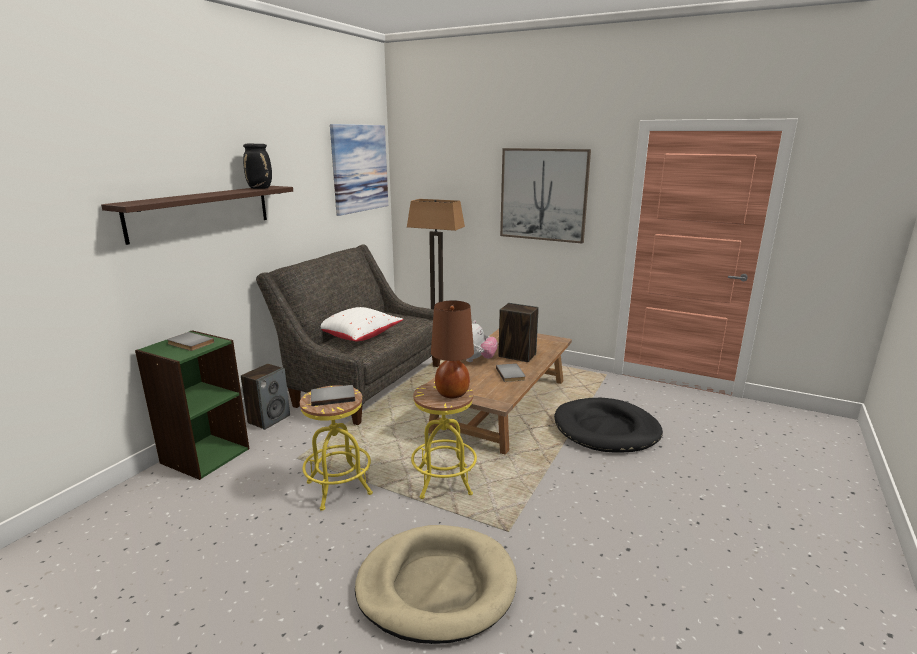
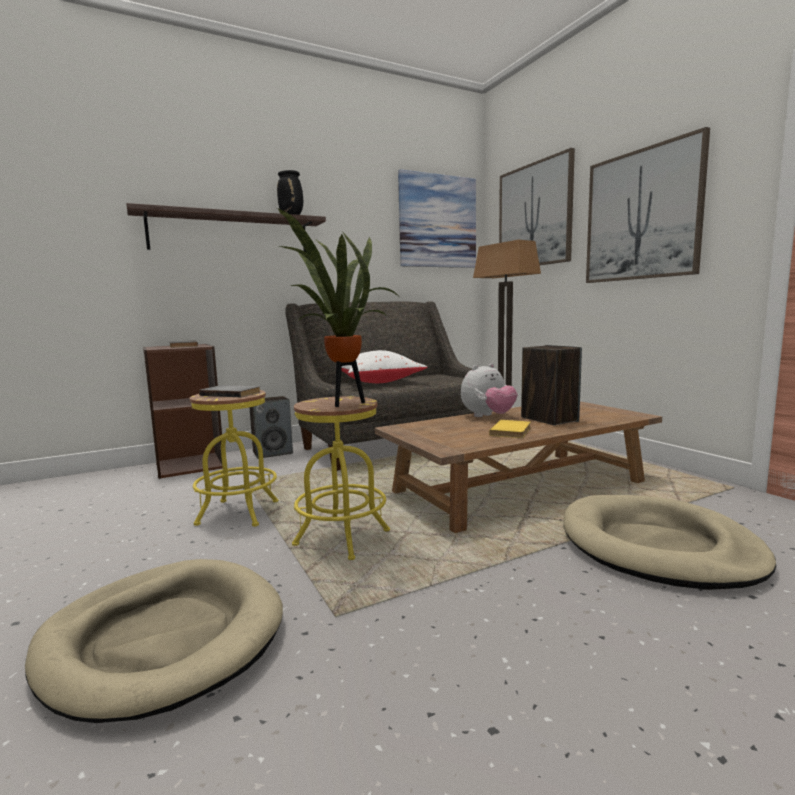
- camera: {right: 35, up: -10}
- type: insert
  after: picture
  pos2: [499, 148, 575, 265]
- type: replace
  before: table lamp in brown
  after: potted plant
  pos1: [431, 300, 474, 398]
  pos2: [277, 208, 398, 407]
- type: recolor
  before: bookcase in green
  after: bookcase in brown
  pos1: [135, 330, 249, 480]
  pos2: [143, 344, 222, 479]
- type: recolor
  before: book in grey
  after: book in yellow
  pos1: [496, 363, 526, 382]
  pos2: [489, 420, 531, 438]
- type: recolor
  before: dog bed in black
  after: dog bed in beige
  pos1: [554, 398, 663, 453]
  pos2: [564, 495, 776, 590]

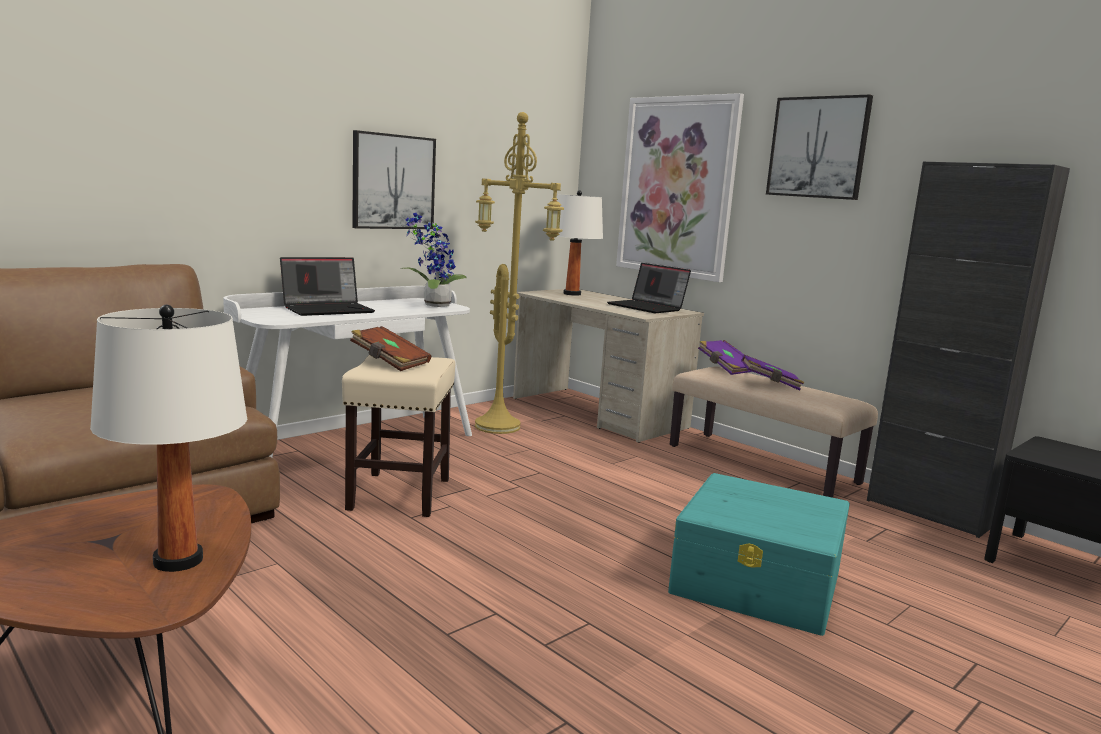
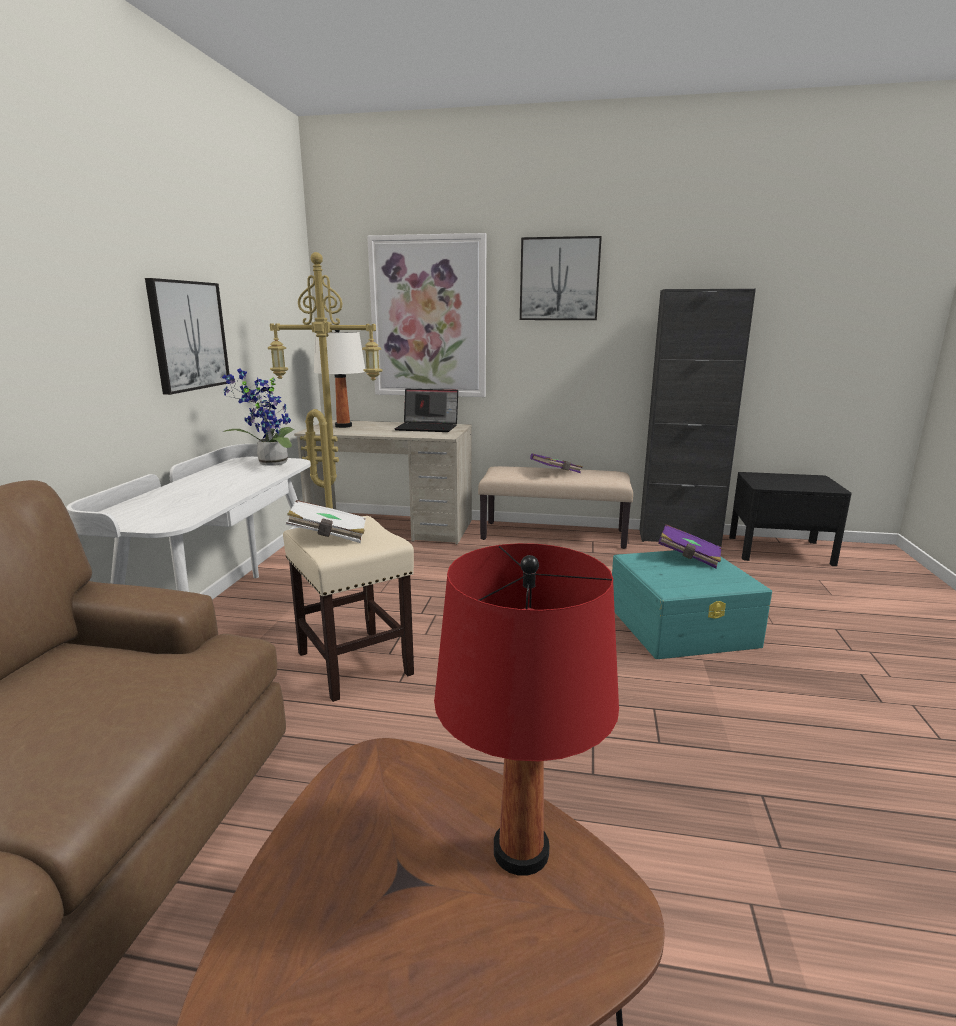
- camera: {right: -35, up: 5}
- type: delete
  before: laptop
  pos1: [280, 257, 375, 316]
- type: move
  before: book in purple
  pos1: [698, 340, 752, 375]
  pos2: [658, 524, 721, 568]
- type: recolor
  before: table lamp in white
  after: table lamp in red
  pos1: [90, 305, 247, 572]
  pos2: [434, 543, 619, 876]
- type: recolor
  before: book in brown
  after: book in white
  pos1: [350, 326, 431, 371]
  pos2: [286, 500, 366, 543]

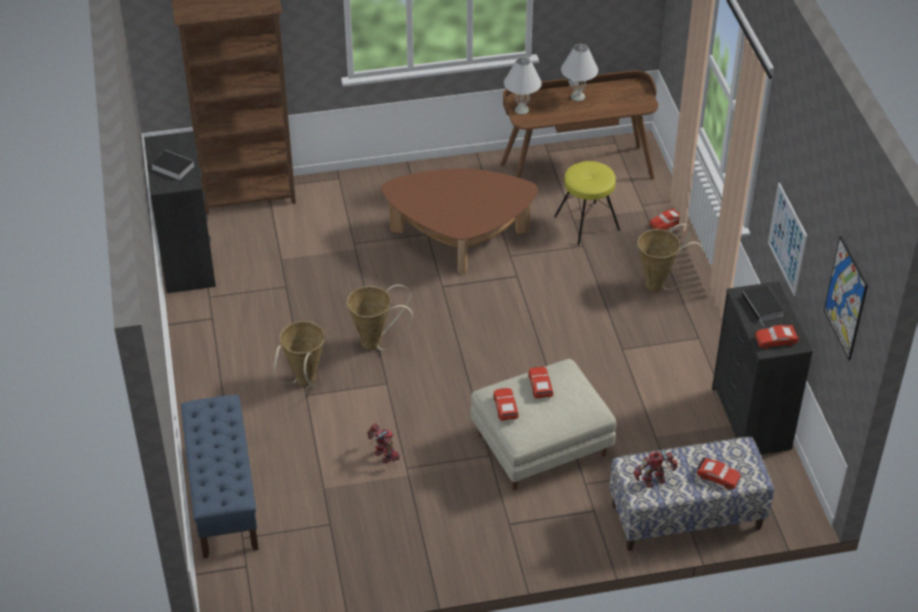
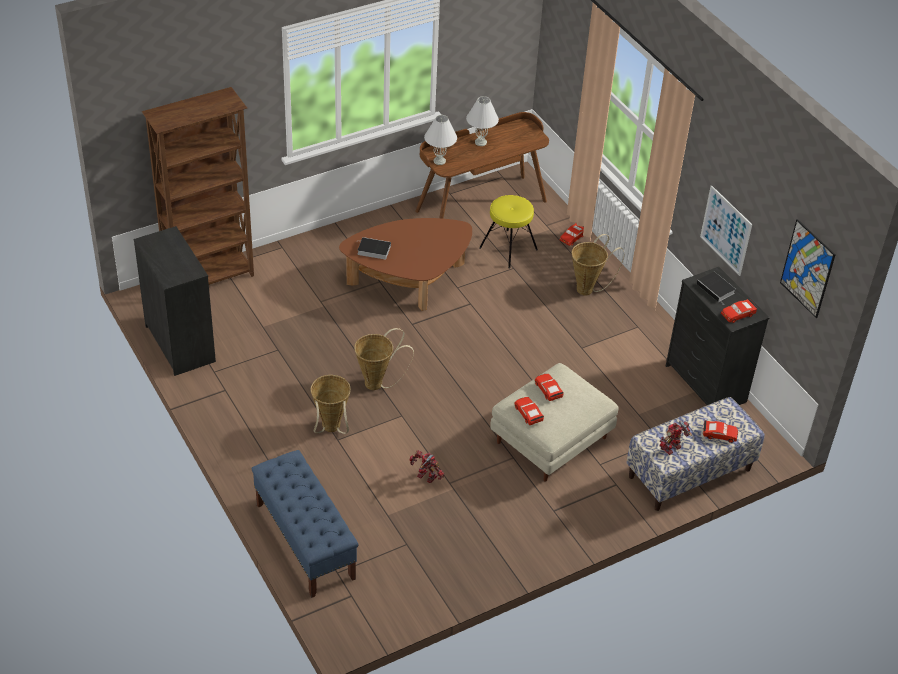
- camera: {right: -20, up: 0}
- type: move
  before: book
  pos1: [151, 150, 195, 180]
  pos2: [356, 237, 391, 260]

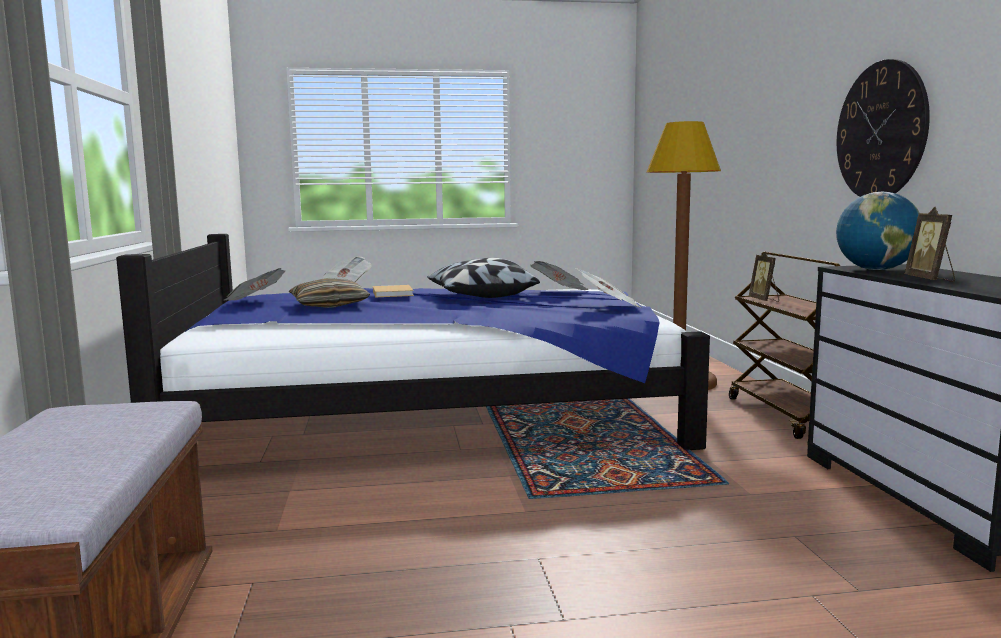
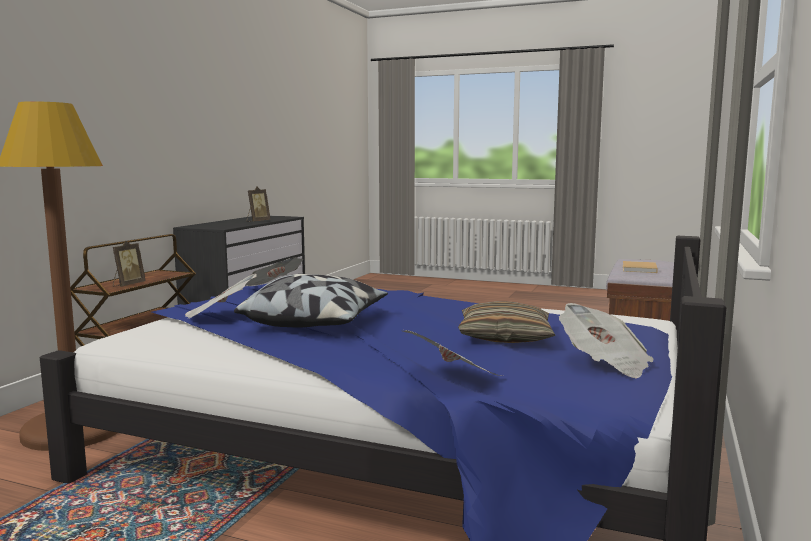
- camera: {right: -150, up: 0}
- type: delete
  before: globe
  pos1: [836, 192, 920, 270]
- type: delete
  before: wall clock
  pos1: [837, 59, 930, 197]
- type: move
  before: book in beige
  pos1: [373, 285, 414, 297]
  pos2: [623, 261, 658, 273]

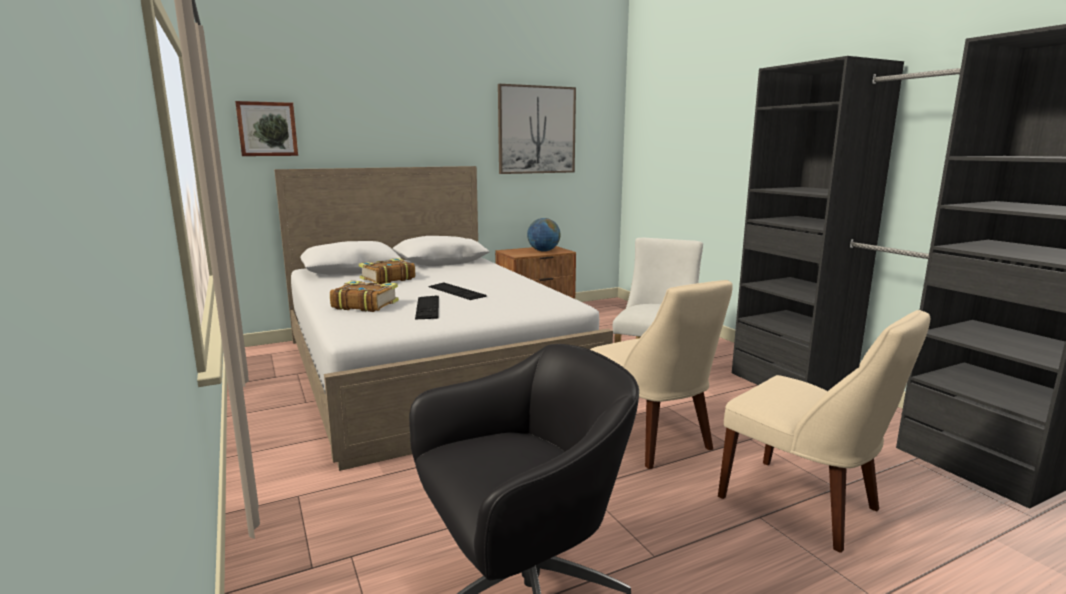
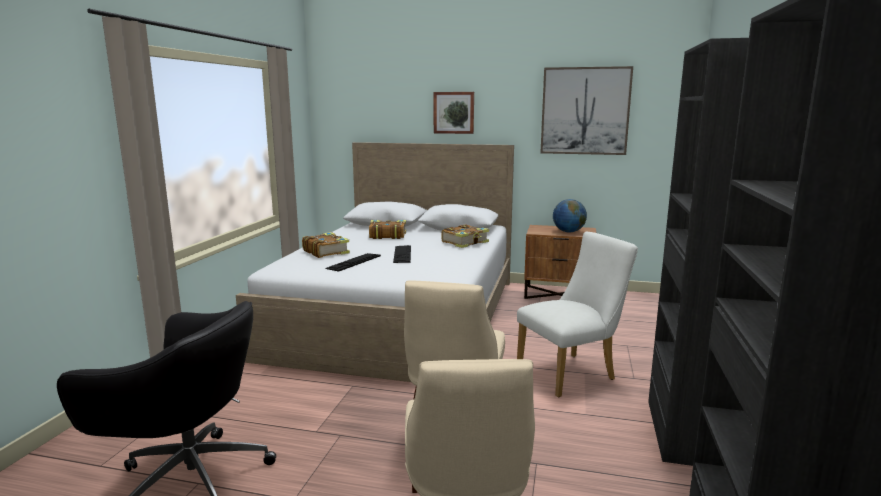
- camera: {right: 40, up: 0}
- type: insert
  after: book
  pos2: [441, 224, 489, 248]
- type: move
  before: picture
  pos1: [235, 101, 298, 156]
  pos2: [434, 92, 474, 134]

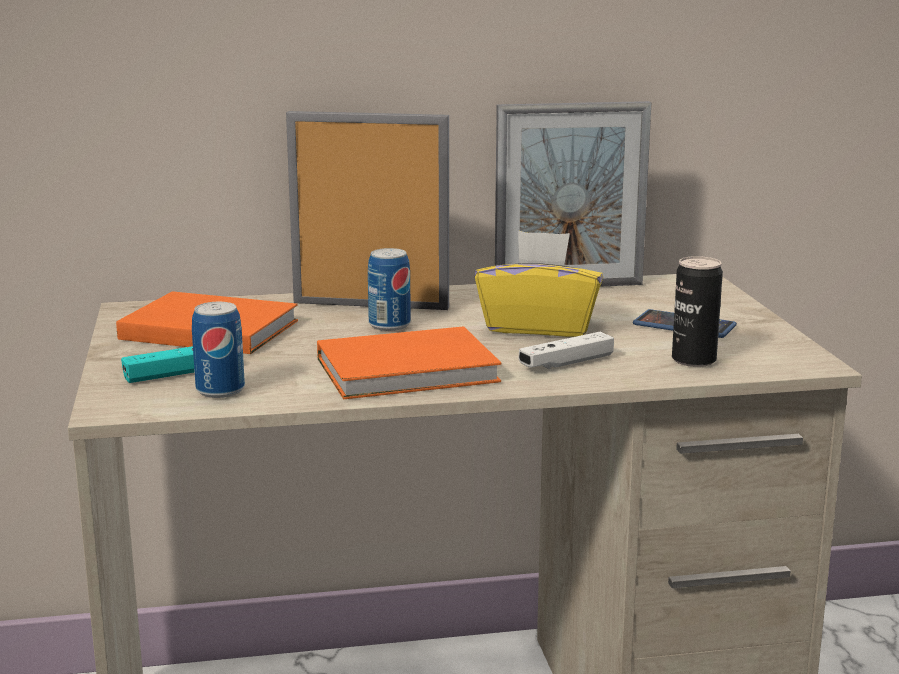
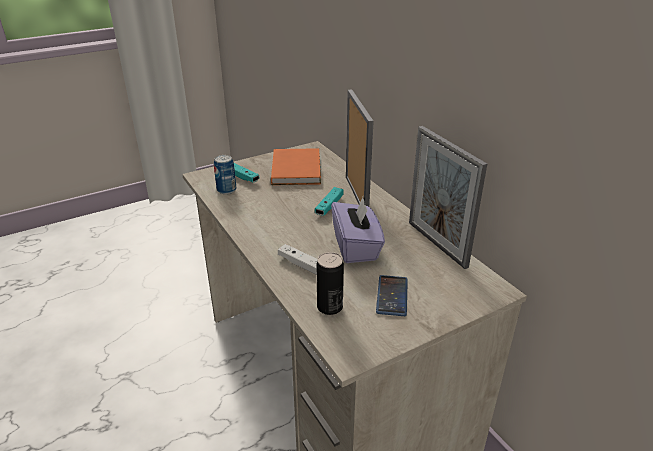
- camera: {right: 70, up: 15}
- type: delete
  before: book in orange
  pos1: [317, 326, 501, 399]
- type: replace
  before: can
  after: game controller in turquoise
  pos1: [368, 248, 411, 331]
  pos2: [315, 187, 344, 216]
- type: recolor
  before: tissue box in yellow
  after: tissue box in purple
  pos1: [475, 231, 603, 337]
  pos2: [331, 197, 385, 263]

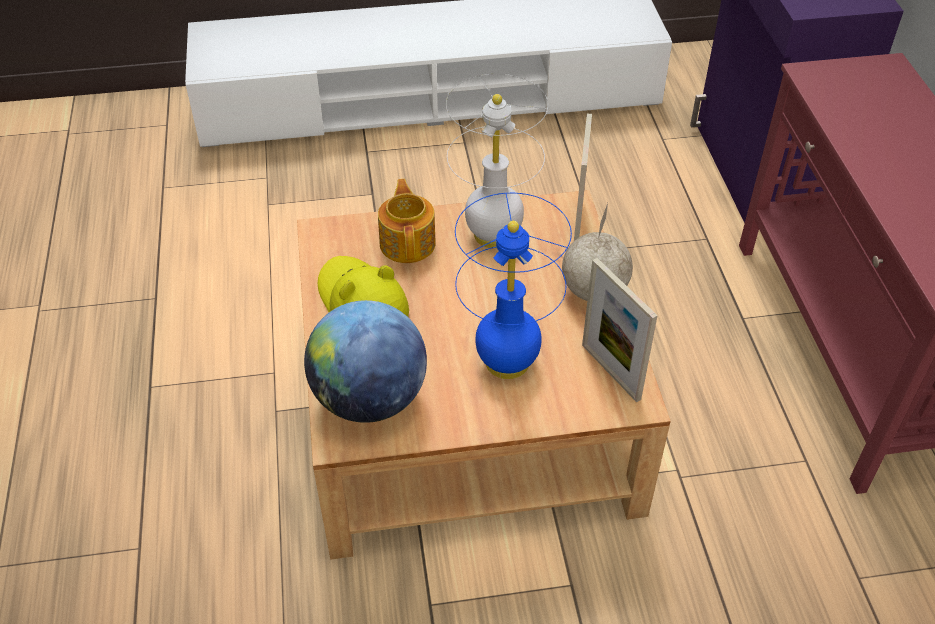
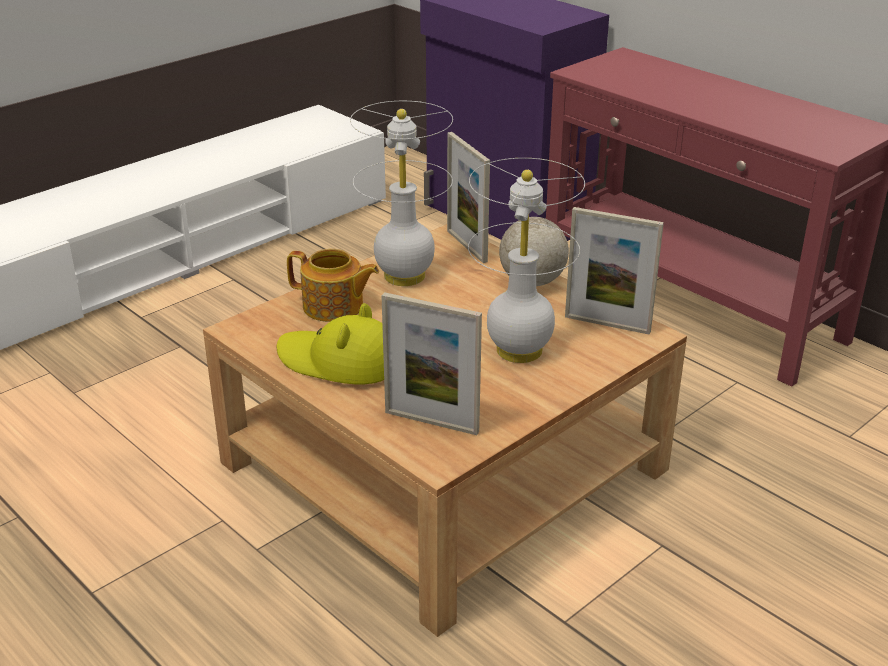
- camera: {right: -35, up: -15}
- type: replace
  before: globe
  after: picture frame
  pos1: [304, 300, 427, 423]
  pos2: [381, 292, 482, 435]
- type: recolor
  before: table lamp in blue
  after: table lamp in white
  pos1: [455, 193, 572, 379]
  pos2: [468, 158, 585, 363]
- type: rotate
  before: teapot
  pos1: [378, 179, 436, 263]
  pos2: [287, 249, 379, 322]
  turn: 150

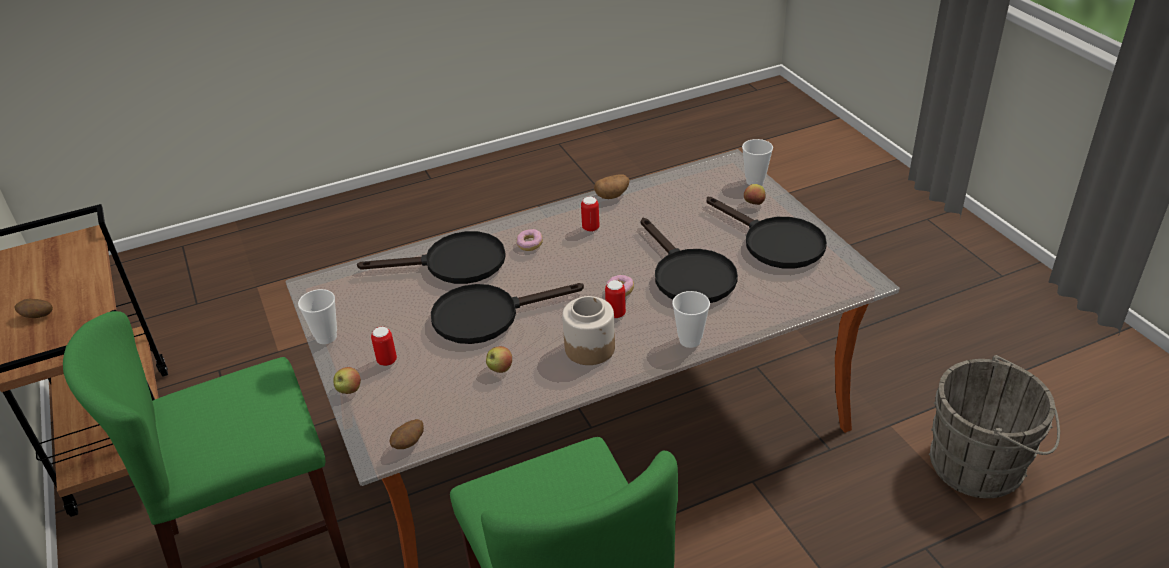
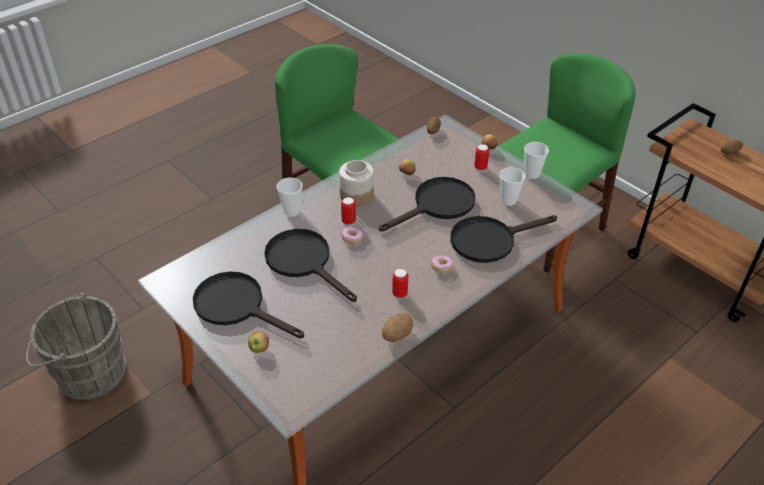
- camera: {right: 160, up: 5}
- type: move
  before: cup
  pos1: [742, 139, 773, 185]
  pos2: [500, 167, 525, 206]

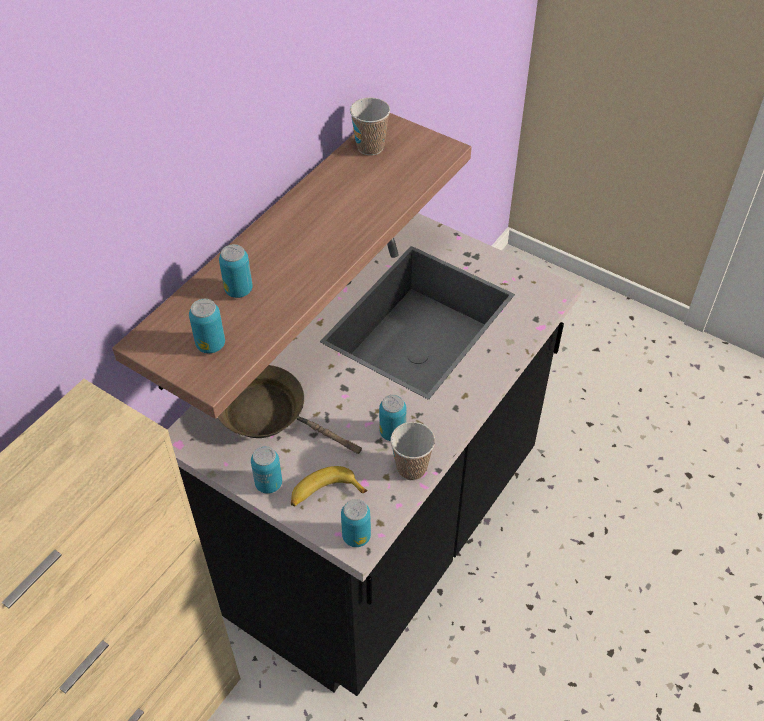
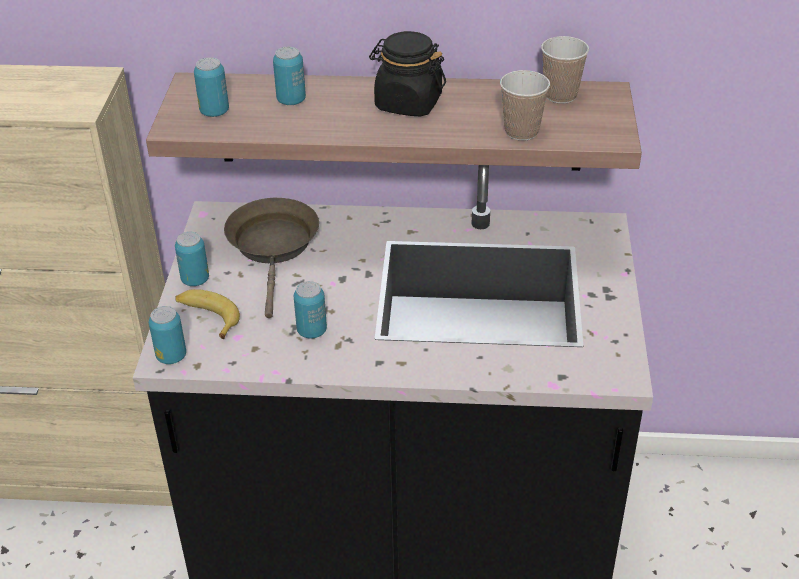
- camera: {right: 60, up: -10}
- type: insert
  after: jar in black
  pos2: [369, 31, 446, 117]
- type: move
  before: cup
  pos1: [390, 422, 435, 480]
  pos2: [500, 70, 550, 141]

